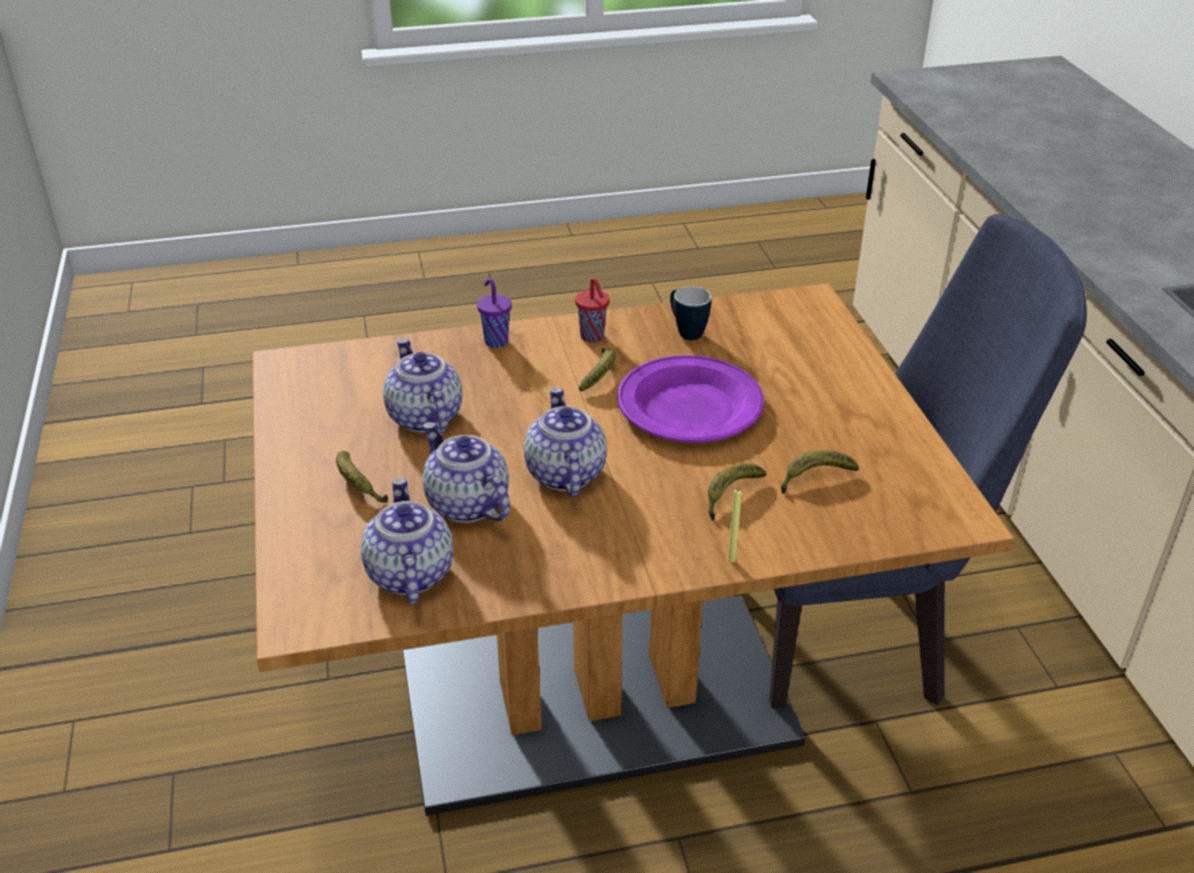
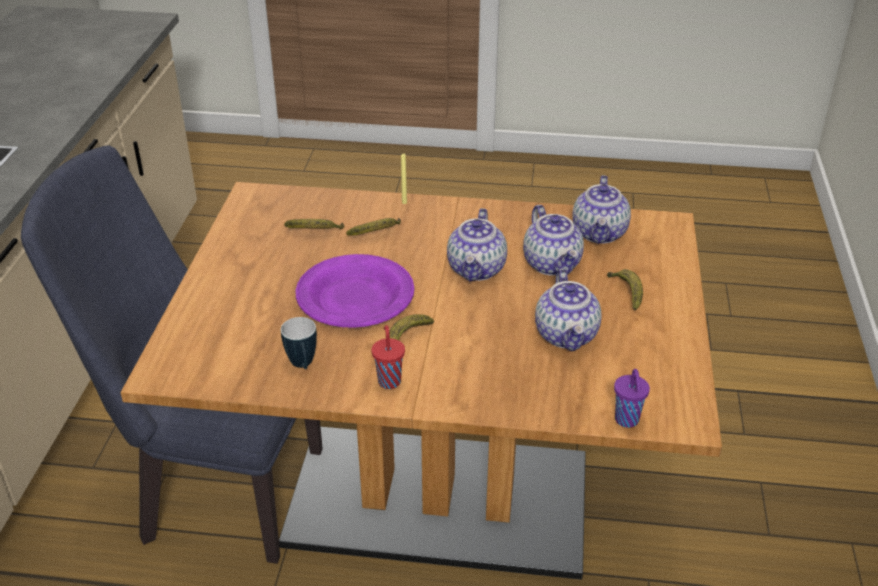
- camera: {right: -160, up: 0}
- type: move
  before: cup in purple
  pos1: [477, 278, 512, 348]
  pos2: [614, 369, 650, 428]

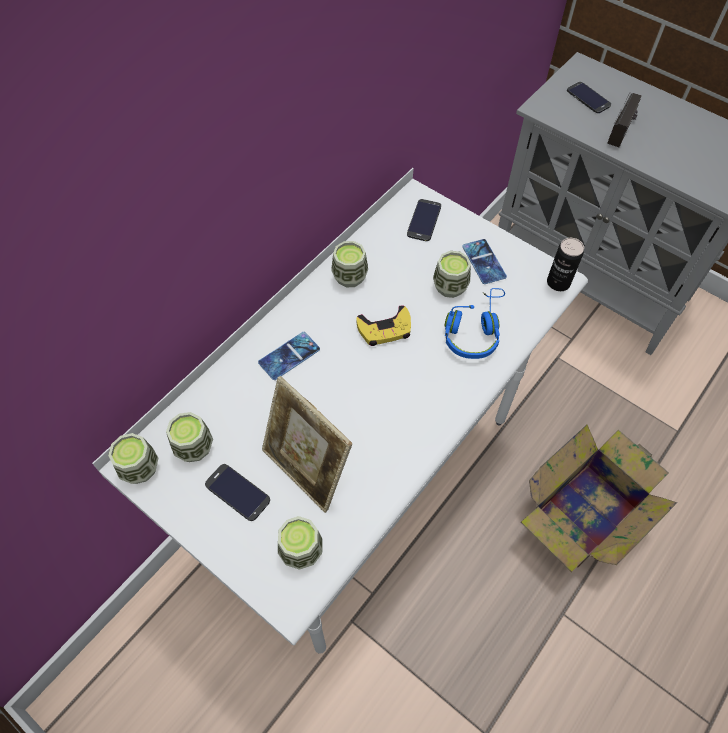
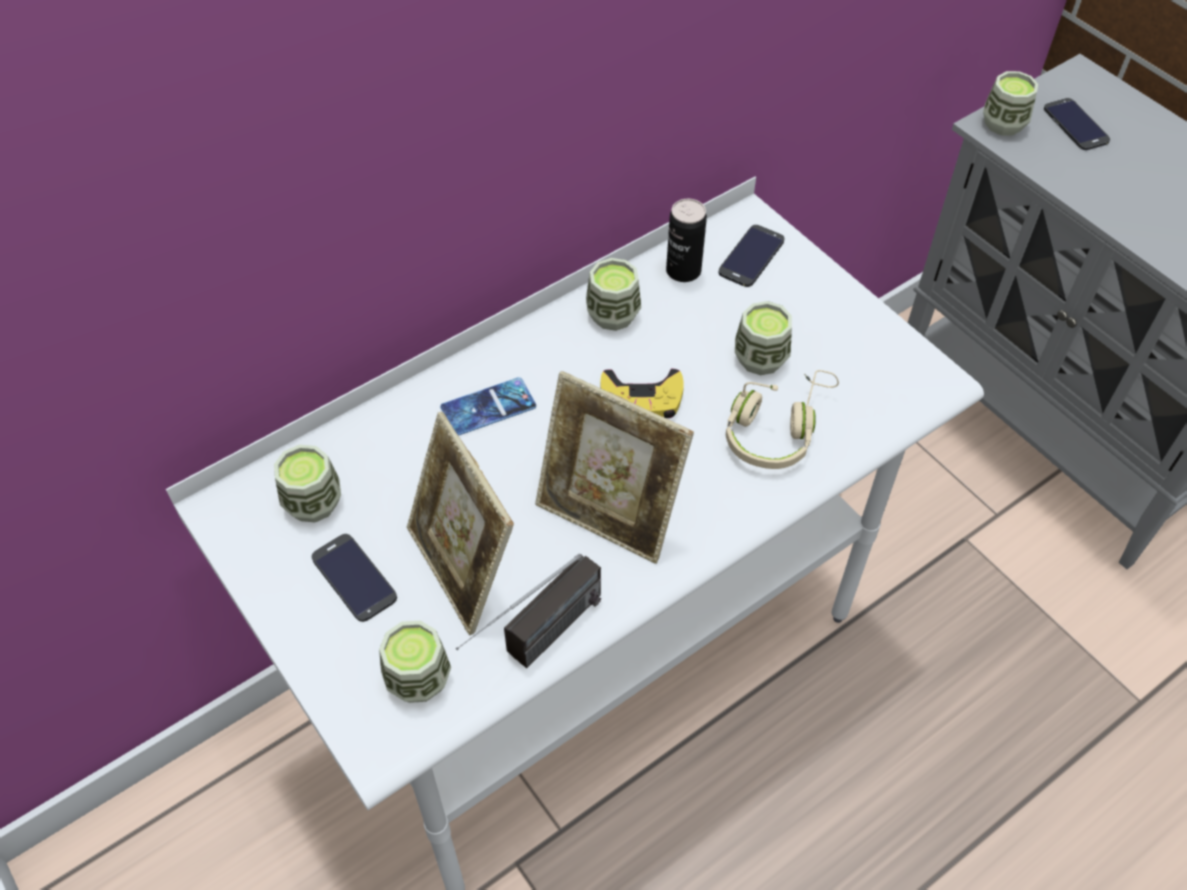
- camera: {right: 15, up: -5}
- type: delete
  before: phone
  pos1: [462, 239, 507, 284]
- type: delete
  before: cardboard box
  pos1: [521, 425, 677, 572]
- type: insert
  after: picture frame
  pos2: [535, 371, 694, 564]
- type: move
  before: cup
  pos1: [108, 433, 159, 484]
  pos2: [983, 71, 1038, 135]
- type: move
  before: can
  pos1: [547, 238, 584, 291]
  pos2: [666, 199, 707, 282]
- type: move
  before: radio
  pos1: [608, 93, 642, 147]
  pos2: [456, 554, 601, 668]
- type: recolor
  before: headphones in blue
  after: headphones in beige
  pos1: [445, 288, 505, 359]
  pos2: [726, 370, 839, 469]

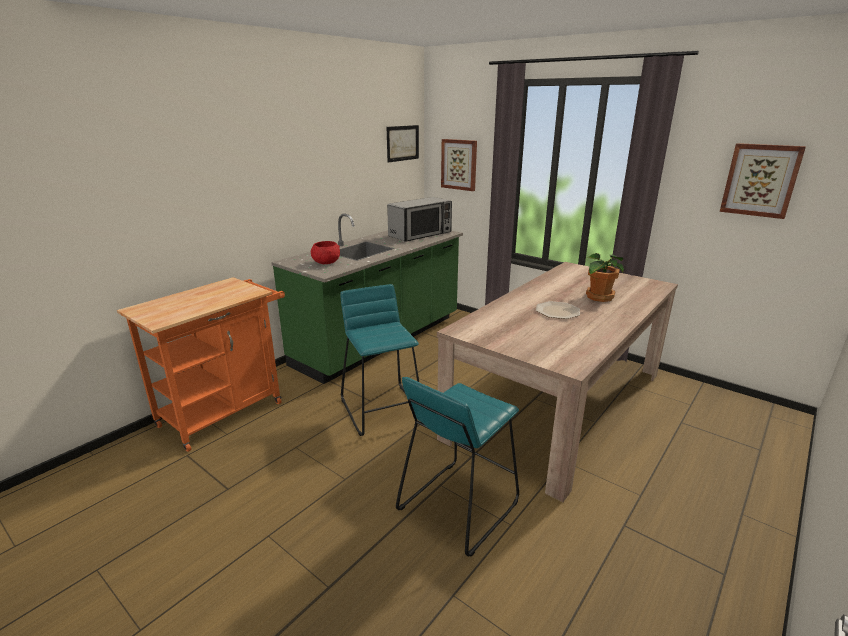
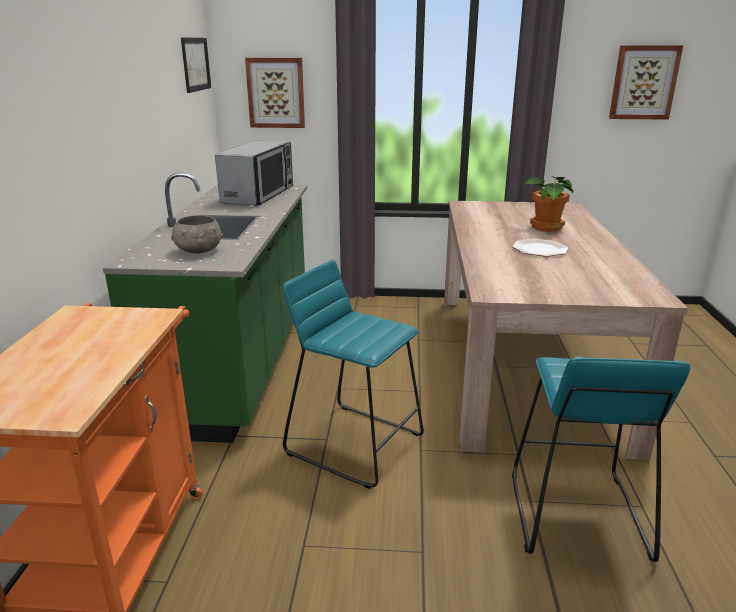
- camera: {right: -35, up: 0}
- type: recolor
  before: bowl in red
  after: bowl in grey
  pos1: [311, 241, 340, 264]
  pos2: [171, 215, 223, 254]

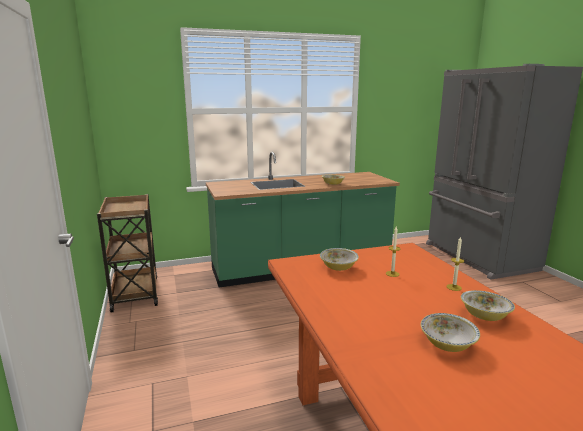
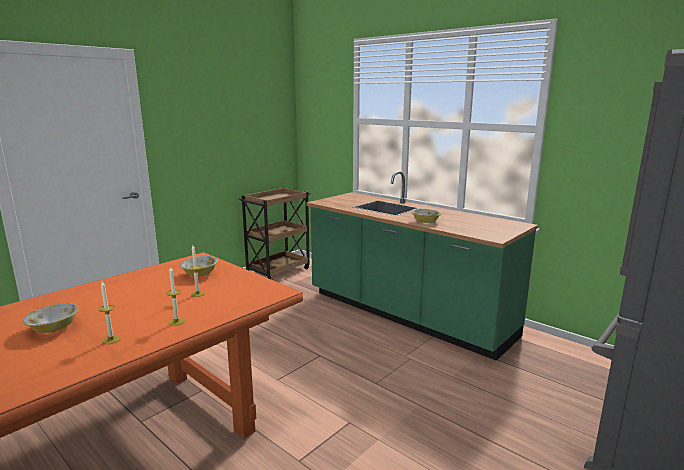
- camera: {right: 60, up: 0}
- type: replace
  before: bowl
  after: candle
  pos1: [461, 290, 515, 321]
  pos2: [98, 281, 121, 344]

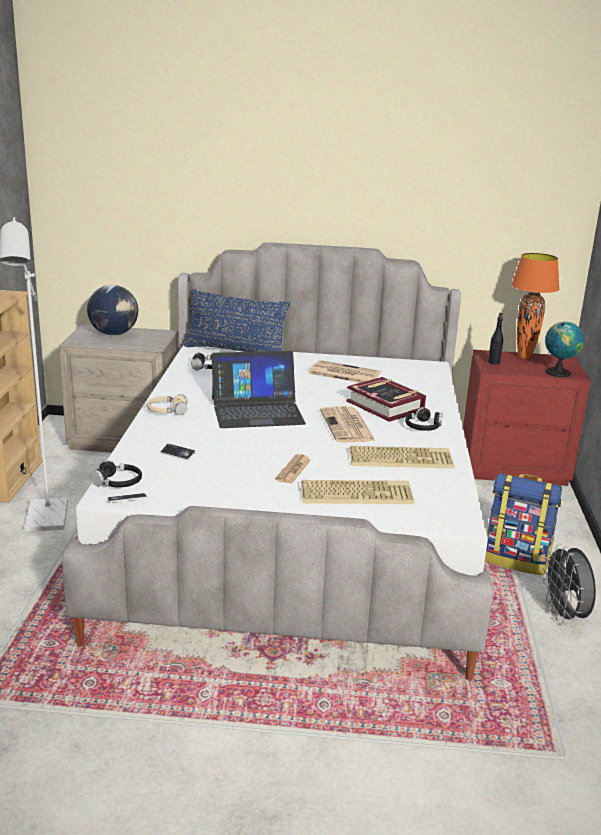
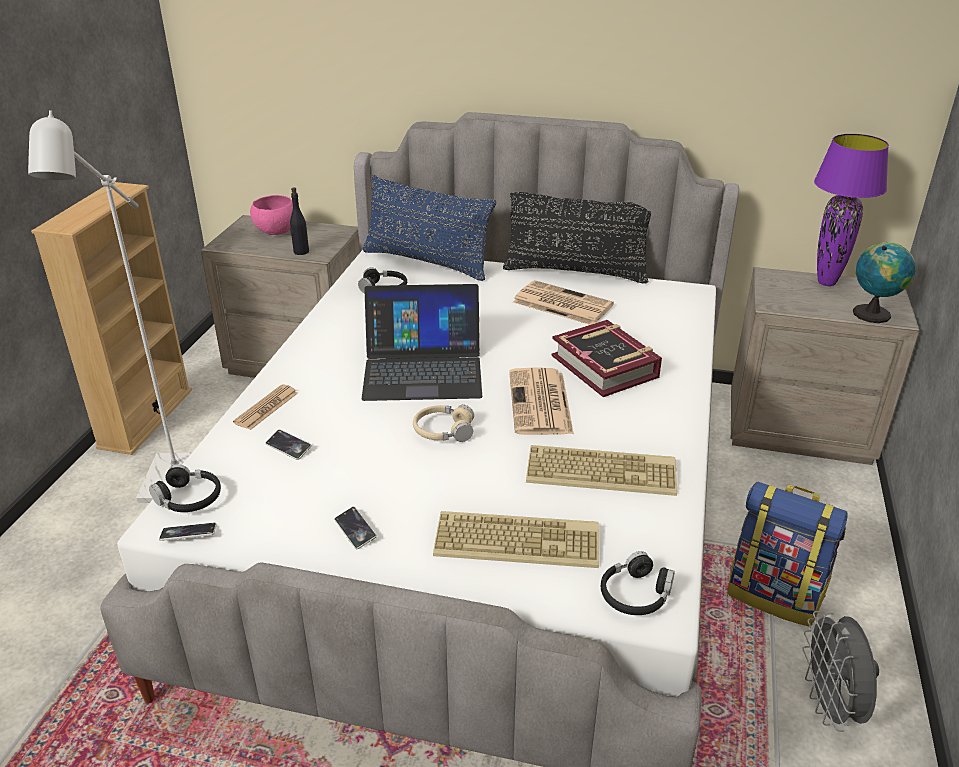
- camera: {right: 10, up: 10}
- type: insert
  after: phone
  pos2: [334, 507, 377, 549]
- type: insert
  after: pillow in black
  pos2: [503, 192, 651, 284]
- type: move
  before: headphones in beige
  pos1: [146, 394, 187, 415]
  pos2: [413, 405, 474, 442]
- type: move
  before: newspaper
  pos1: [275, 454, 311, 484]
  pos2: [233, 384, 298, 430]
- type: move
  before: headphones in black
  pos1: [405, 407, 443, 431]
  pos2: [601, 551, 675, 615]
- type: move
  before: bottle in black
  pos1: [488, 313, 503, 365]
  pos2: [290, 188, 309, 255]
- type: replace
  before: globe
  after: bowl in pink
  pos1: [87, 285, 138, 335]
  pos2: [250, 195, 293, 235]
- type: recolor
  before: nightstand in red
  after: nightstand in beige
  pos1: [463, 350, 591, 486]
  pos2: [731, 267, 920, 465]
- type: recolor
  before: table lamp in orange
  after: table lamp in purple
  pos1: [511, 253, 560, 359]
  pos2: [814, 134, 889, 286]

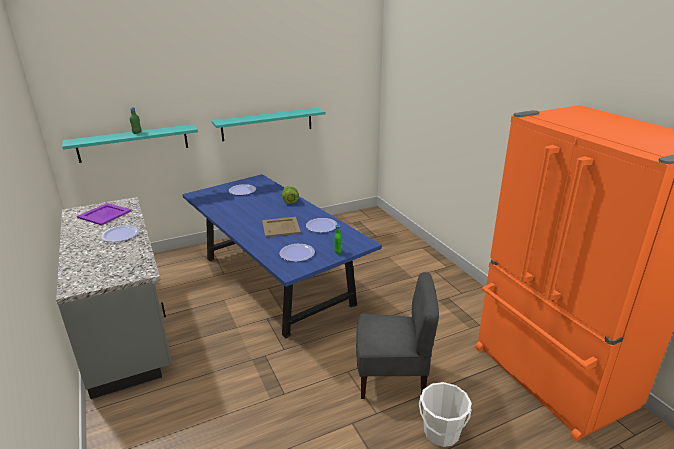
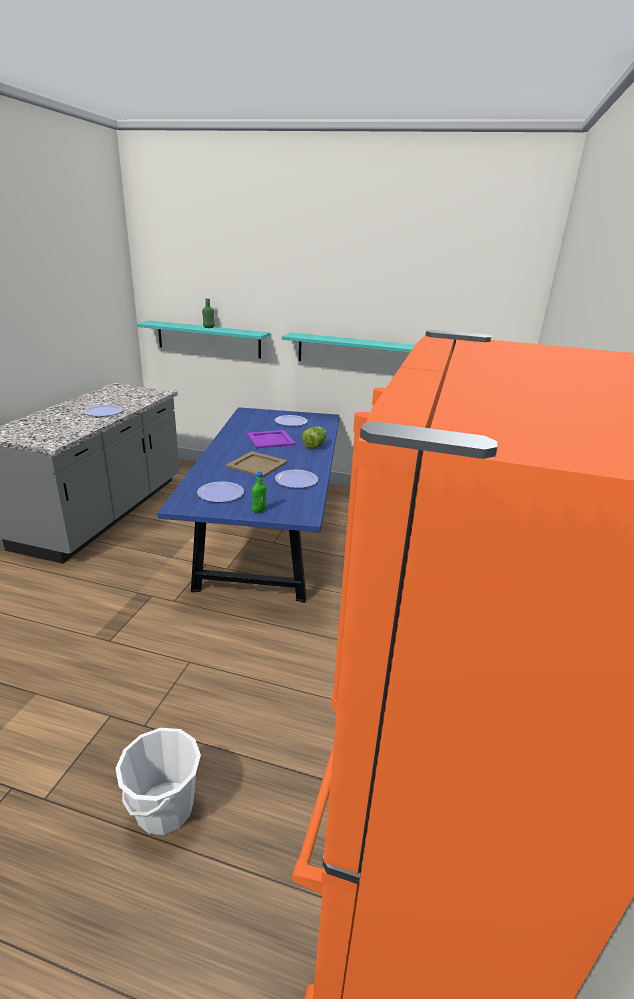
- camera: {right: 40, up: 0}
- type: delete
  before: chair in grey
  pos1: [356, 272, 439, 399]
- type: move
  before: tray in purple
  pos1: [77, 203, 131, 225]
  pos2: [247, 430, 296, 449]

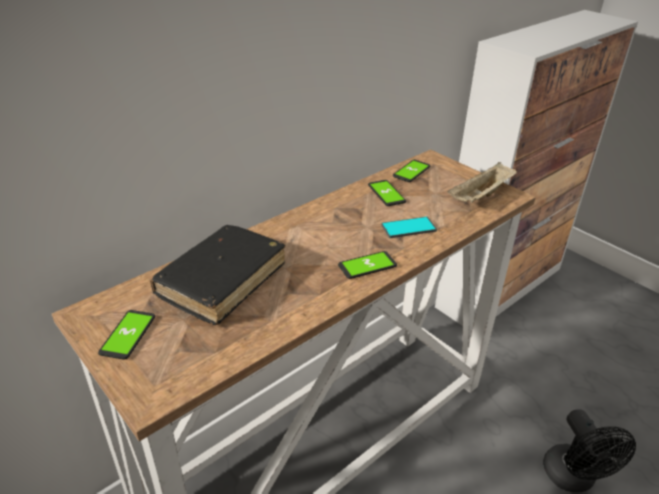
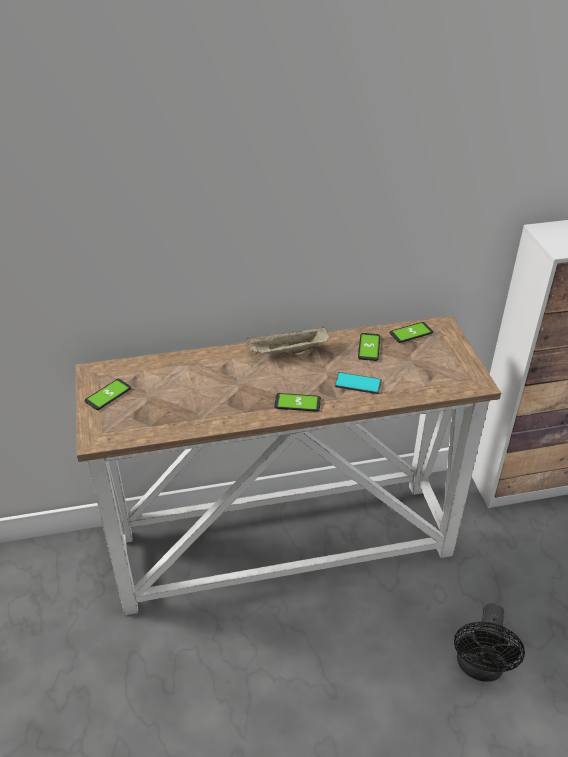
- camera: {right: 30, up: 5}
- type: delete
  before: book in black
  pos1: [150, 225, 285, 325]
- type: move
  before: tray in beige
  pos1: [447, 162, 517, 203]
  pos2: [246, 326, 329, 355]

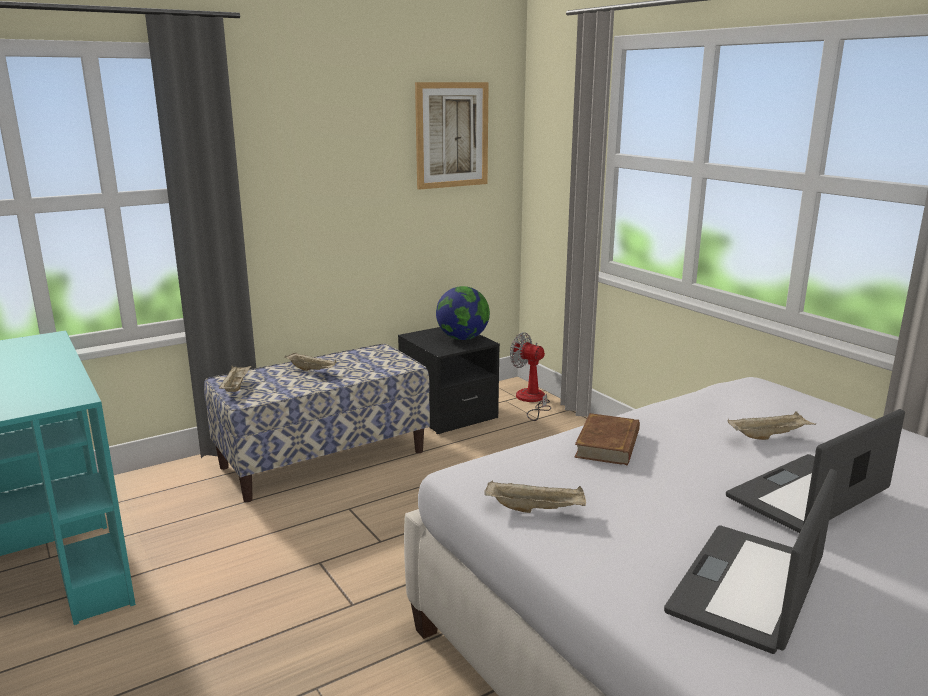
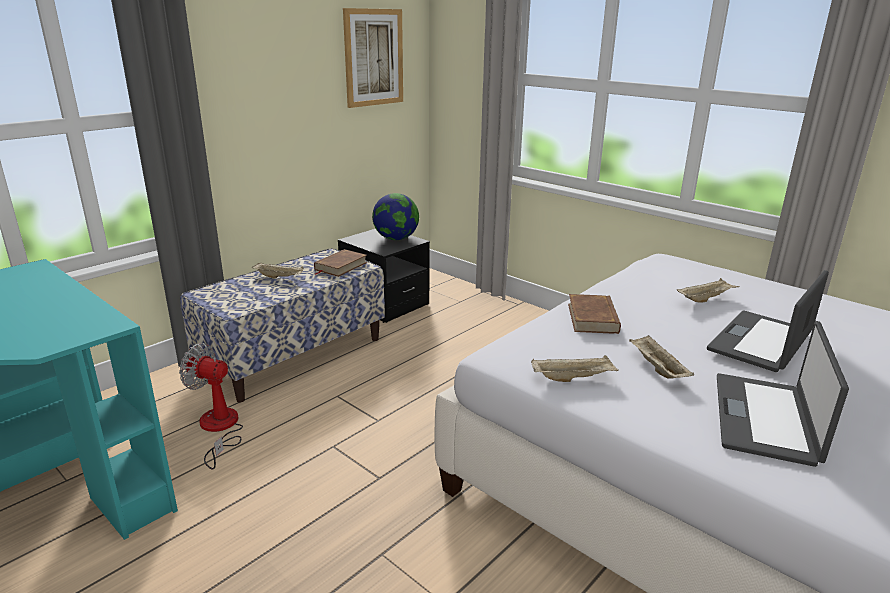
- camera: {right: -15, up: 5}
- type: insert
  after: book in brown
  pos2: [314, 249, 367, 277]
- type: move
  before: tray in beige
  pos1: [218, 365, 252, 392]
  pos2: [629, 335, 694, 379]
- type: move
  before: fan
  pos1: [510, 332, 551, 421]
  pos2: [179, 343, 243, 470]

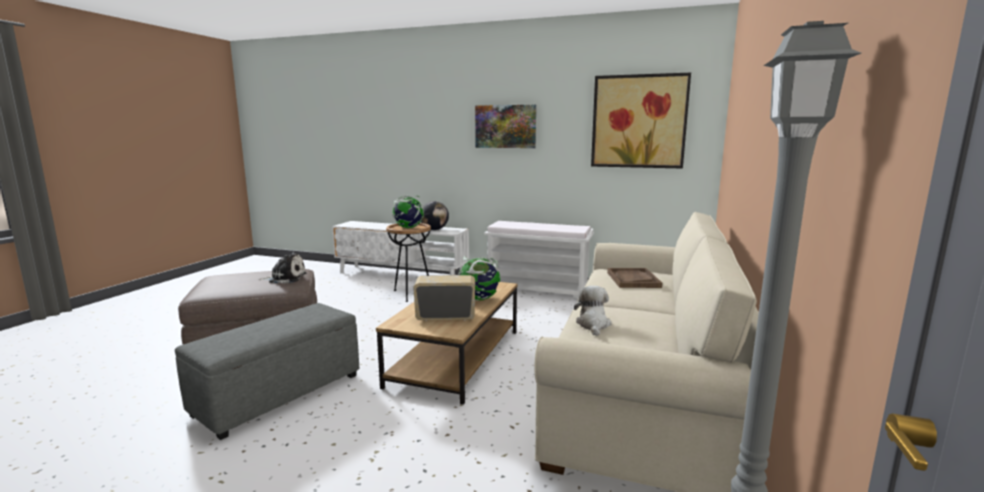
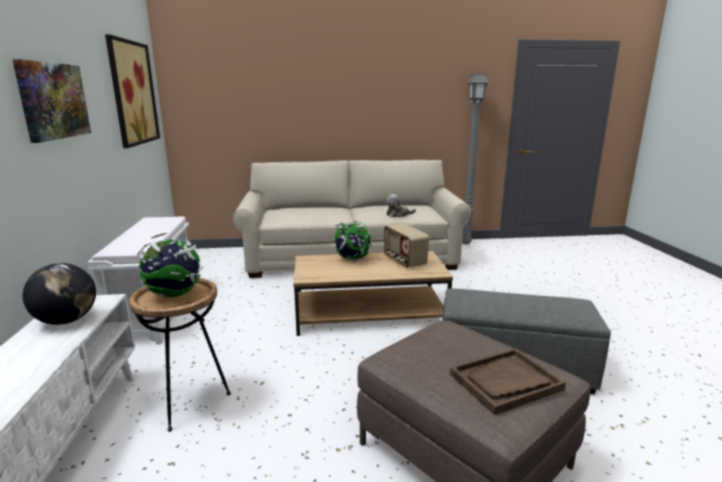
- camera: {right: -115, up: 5}
- type: delete
  before: plush toy
  pos1: [260, 252, 306, 284]
- type: move
  before: tray in brown
  pos1: [607, 268, 662, 288]
  pos2: [450, 348, 566, 415]

